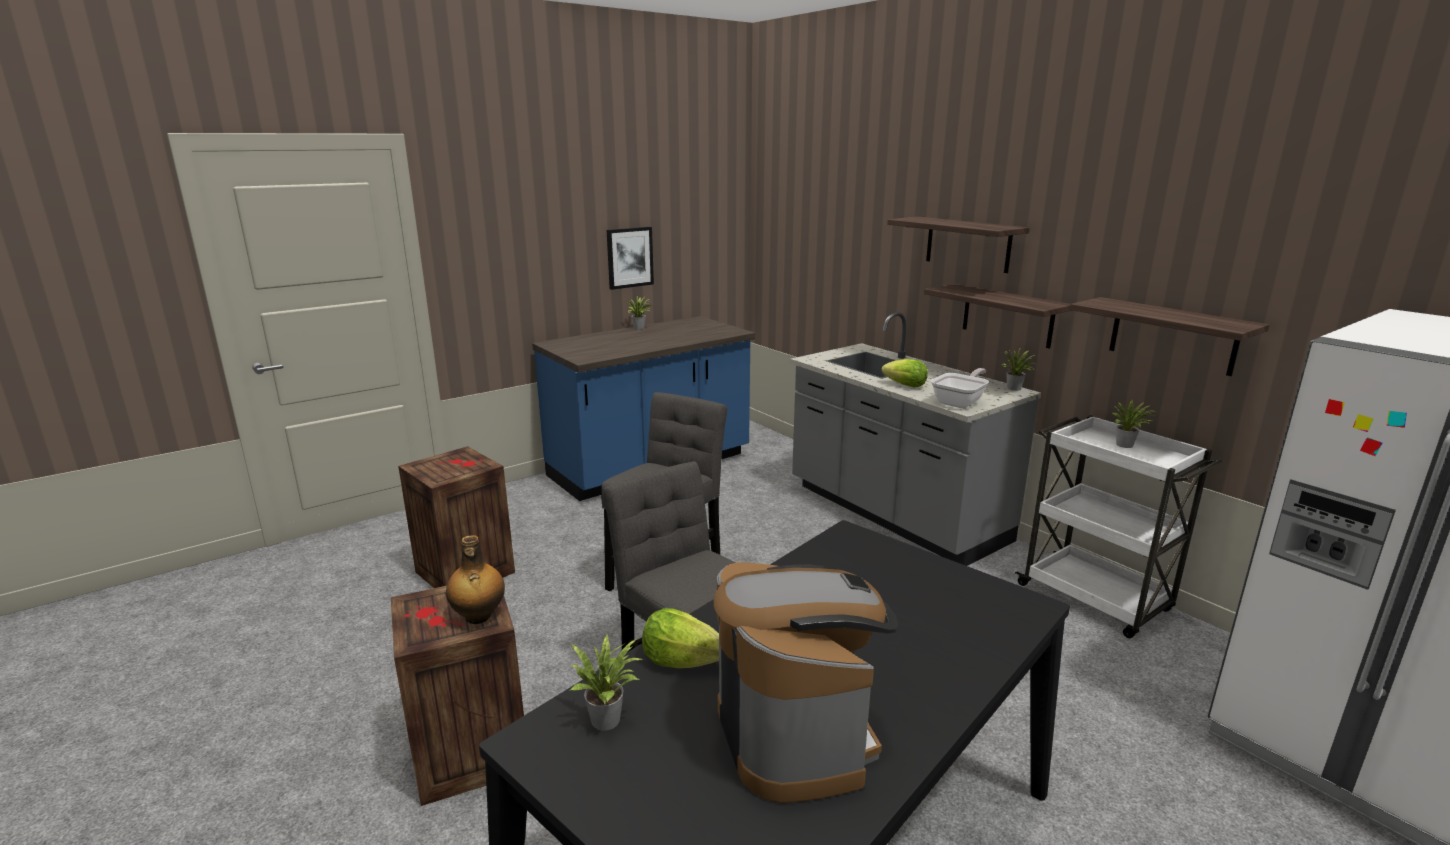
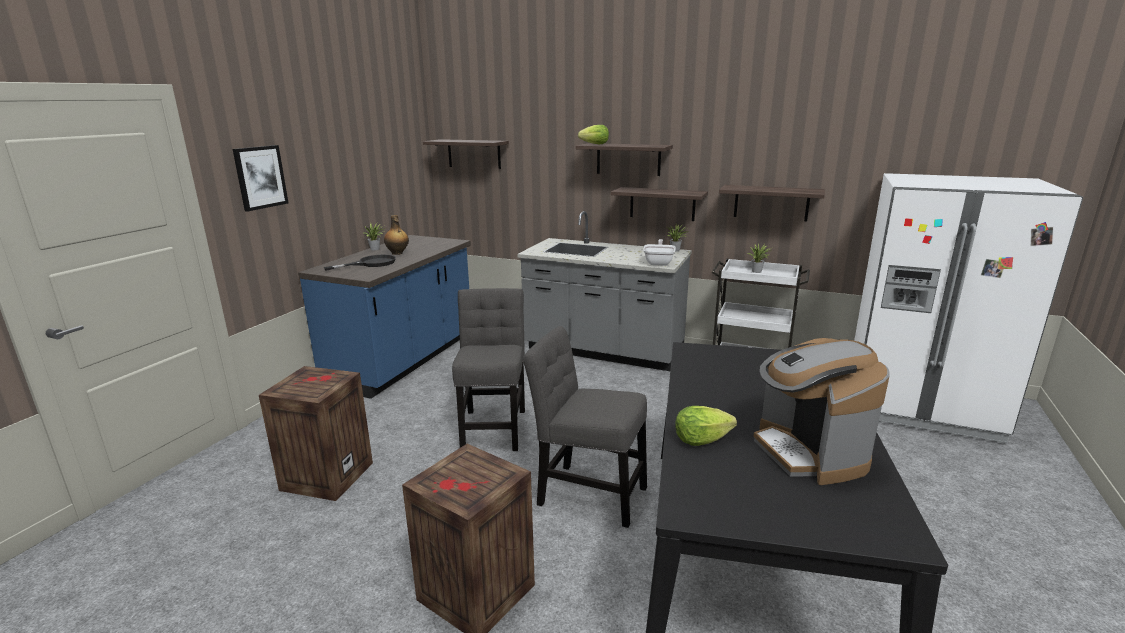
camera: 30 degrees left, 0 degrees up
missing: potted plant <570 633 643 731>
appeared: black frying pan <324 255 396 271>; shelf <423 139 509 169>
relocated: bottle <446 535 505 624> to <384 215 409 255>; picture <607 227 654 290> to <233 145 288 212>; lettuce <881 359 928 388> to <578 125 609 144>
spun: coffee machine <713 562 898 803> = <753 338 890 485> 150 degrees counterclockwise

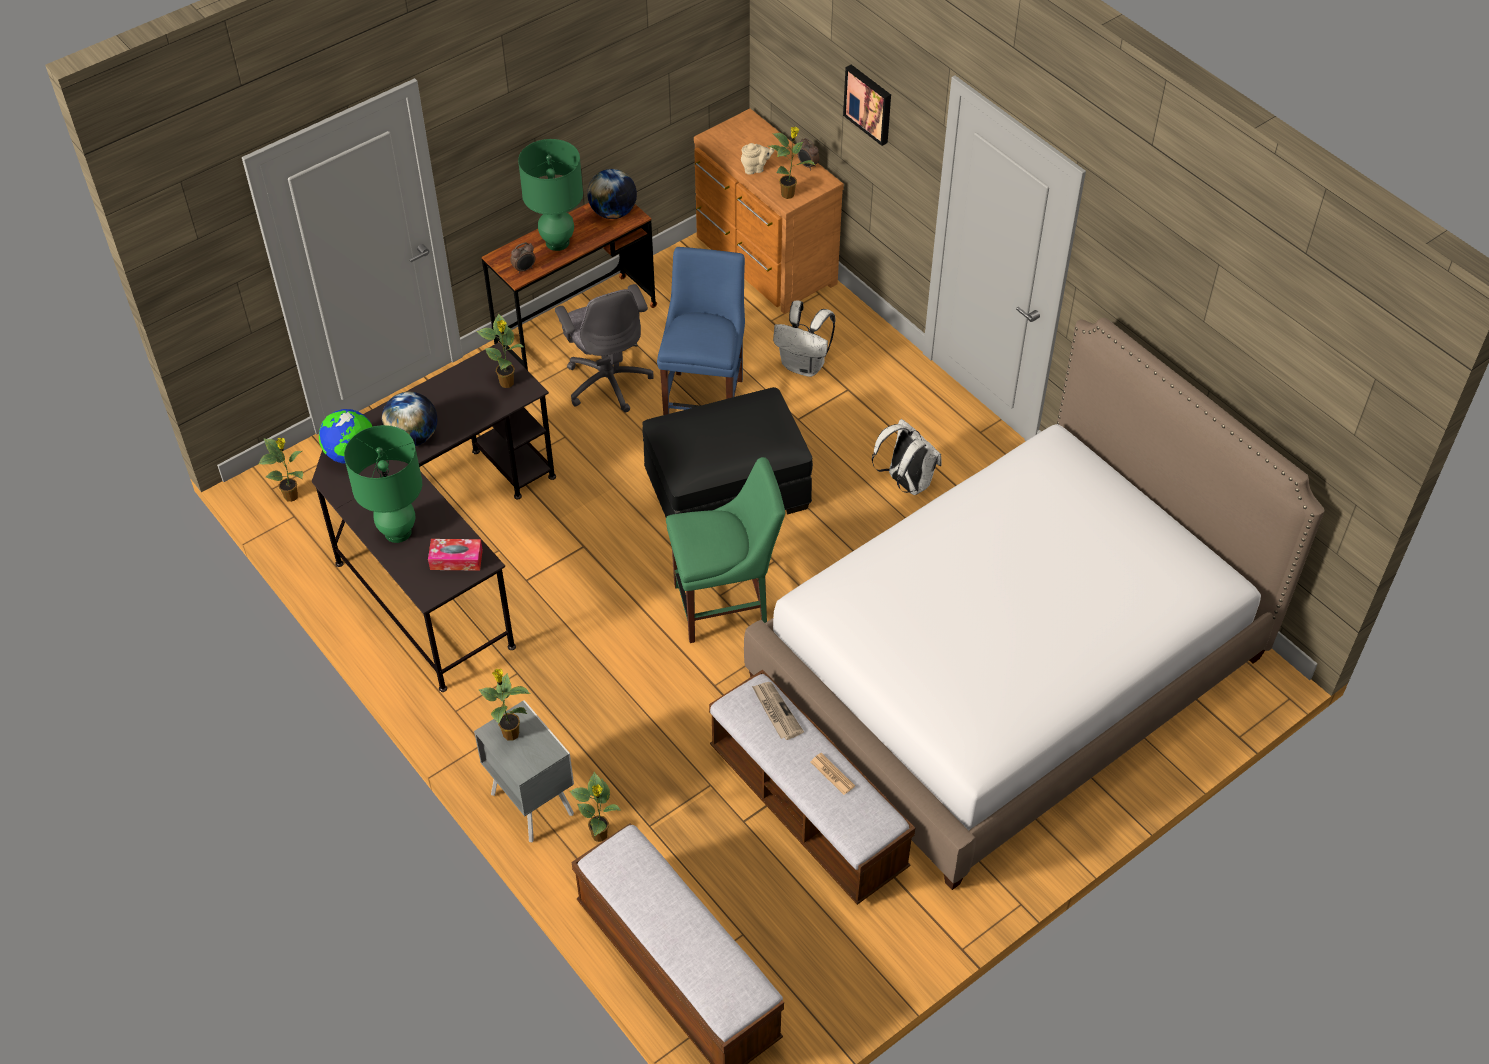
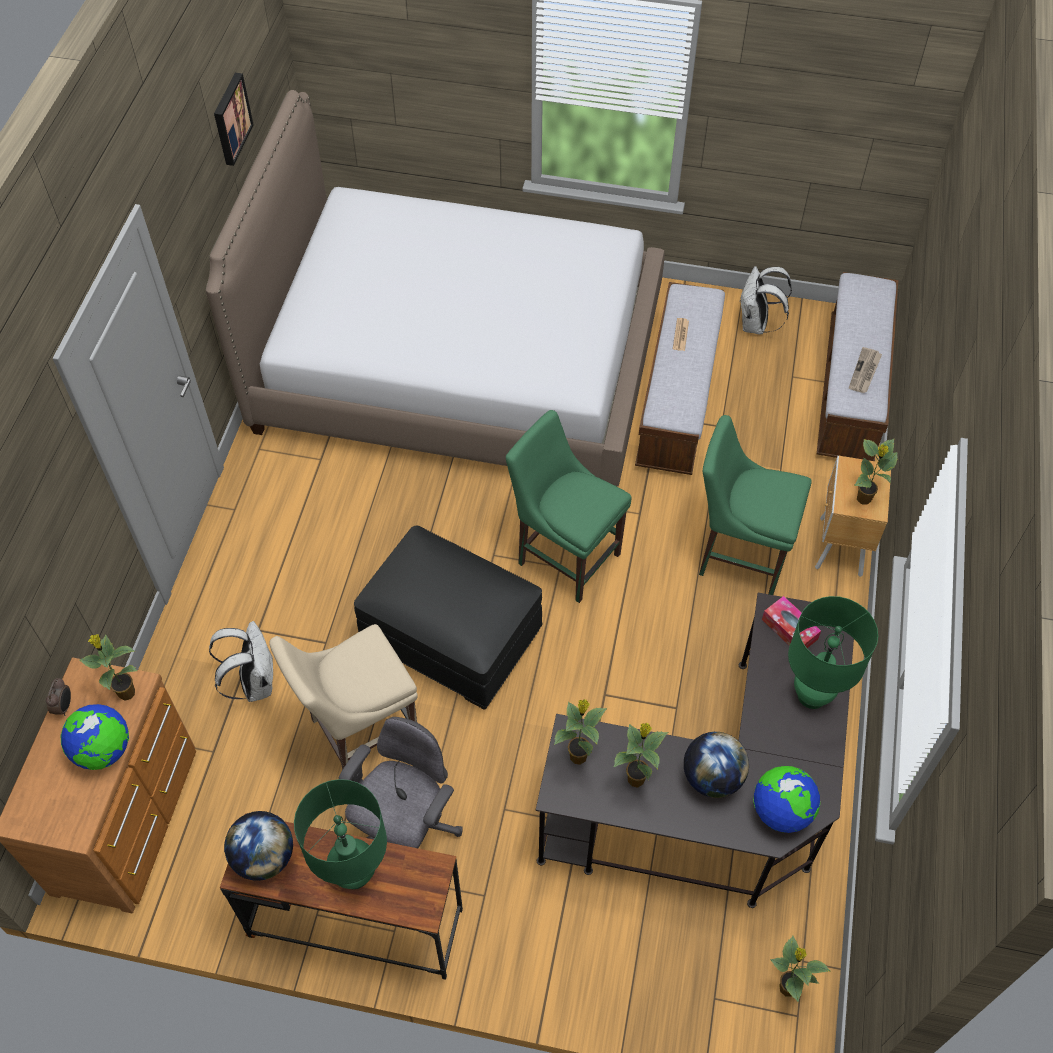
camera: 130 degrees left, 5 degrees up
missing: alarm clock <510 242 536 274>
appeared: green chair <699 415 812 595>
relocated: potted plant <569 772 621 842> to <614 723 668 788>; newspaper <752 682 804 740> to <849 347 882 393>; picture <843 65 891 146> to <214 73 254 166>; white backpack <872 419 941 495> to <739 266 792 335>
exchanged: beige teapot <741 143 775 175> to globe <60 704 129 770>
colour: grey nightstand <474 700 574 842> to brown nightstand <815 456 891 577>; blue chair <657 247 745 415> to beige chair <269 624 418 770>

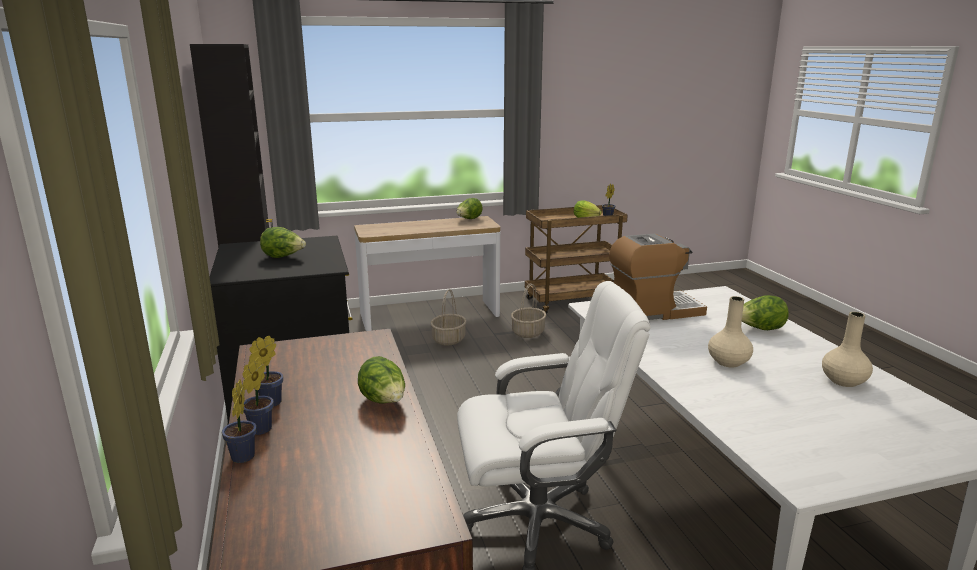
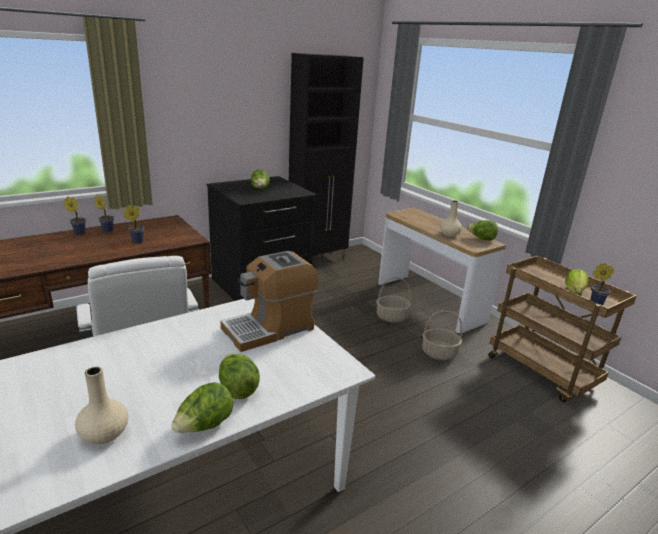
camera: 70 degrees right, 5 degrees up
relocated: potted plant <221 379 257 463> to <123 205 144 244>; lettuce <358 356 405 404> to <171 382 234 433>; beige vase <708 296 753 367> to <440 200 462 237>
spun: coffee machine <609 234 707 320> = <220 251 319 352> 90 degrees clockwise

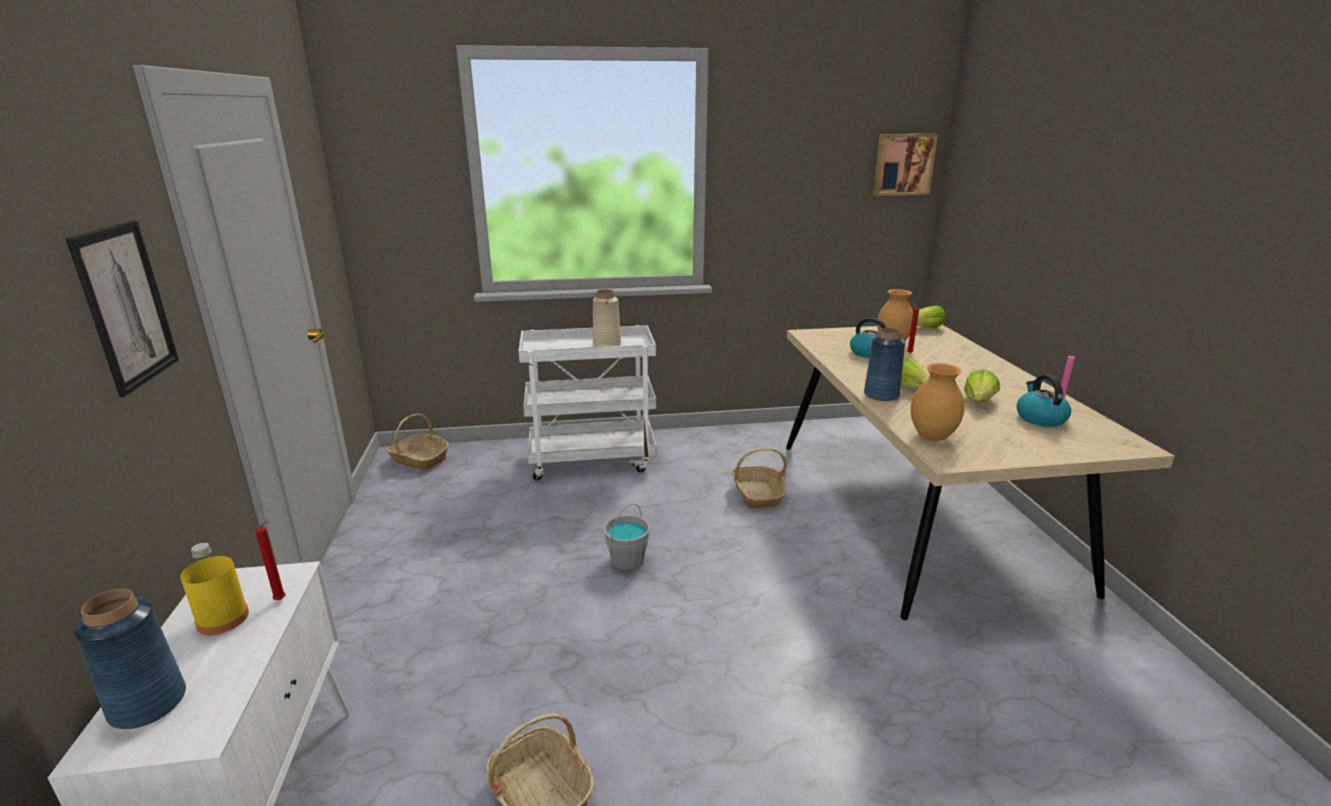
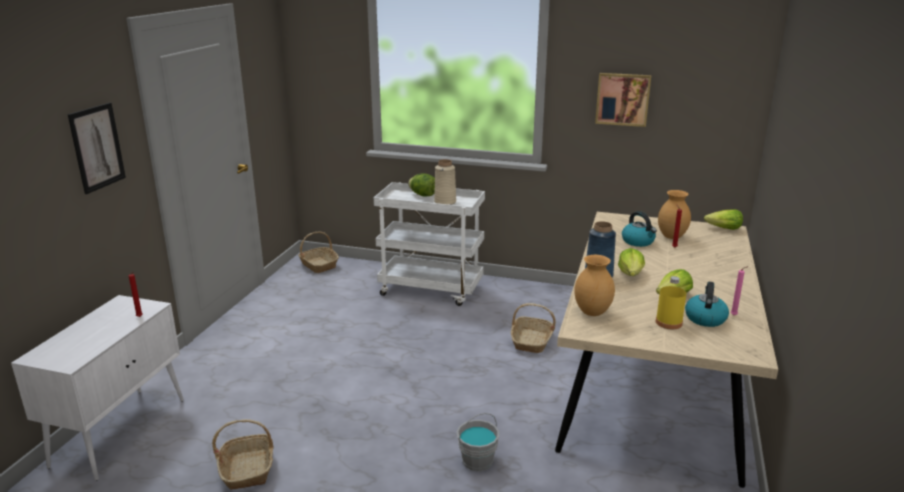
camera: 25 degrees right, 0 degrees up
missing: blue vase <74 589 186 729>
appeared: lettuce <408 174 435 196>
relocated: yellow bottle <180 543 249 635> to <656 276 687 329>; grey bucket <603 504 650 570> to <457 413 499 472>; picture <873 134 938 196> to <595 73 651 127>

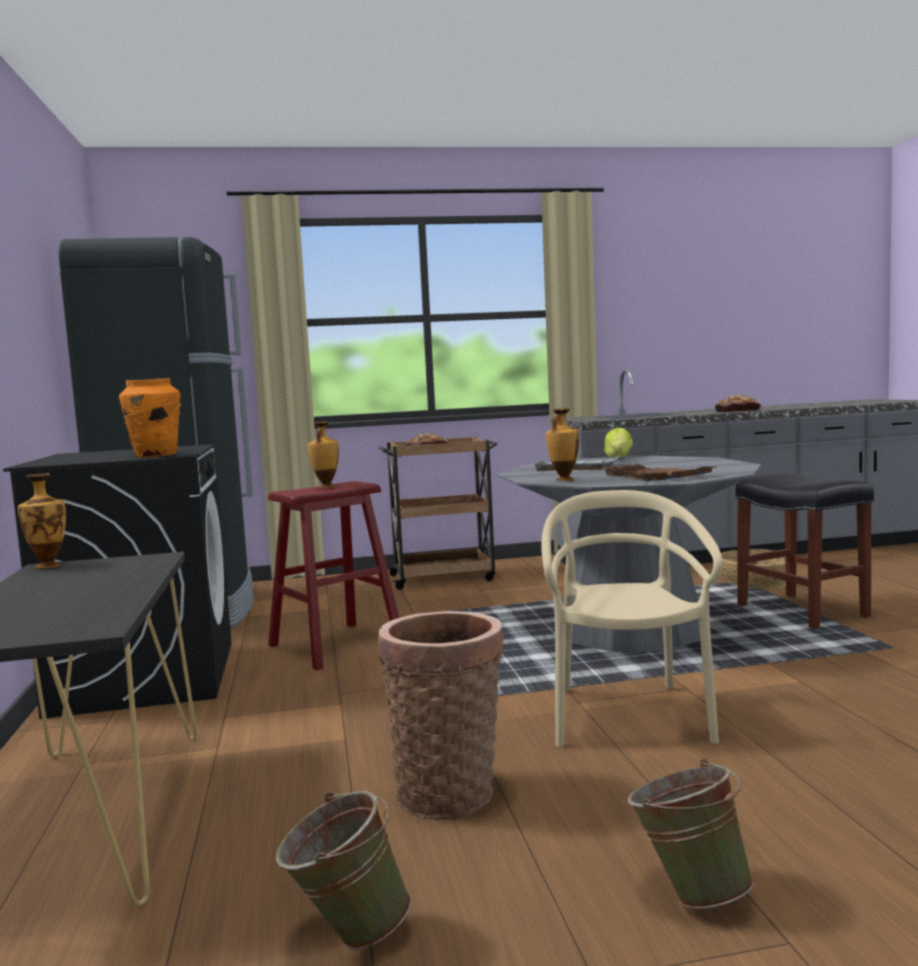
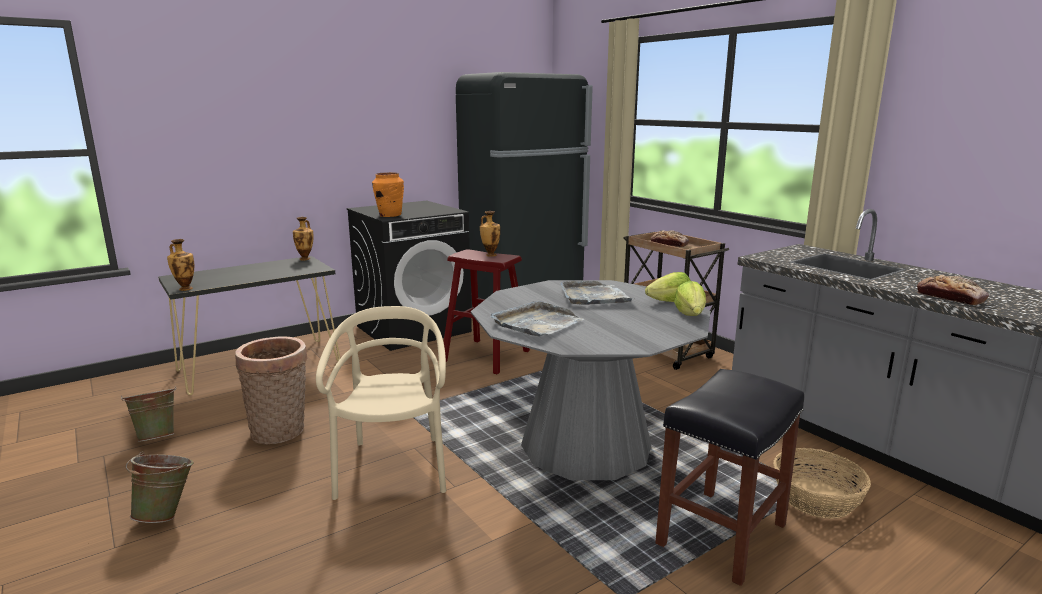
camera: 65 degrees right, 10 degrees up
appeared: lettuce <674 281 706 316>
relocated: vase <546 408 579 481> to <167 239 194 291>
colour: brown tray <603 464 716 481> to grey tray <491 301 584 337>
spun: beige chair <541 490 723 748> = <316 306 446 500> 75 degrees counterclockwise

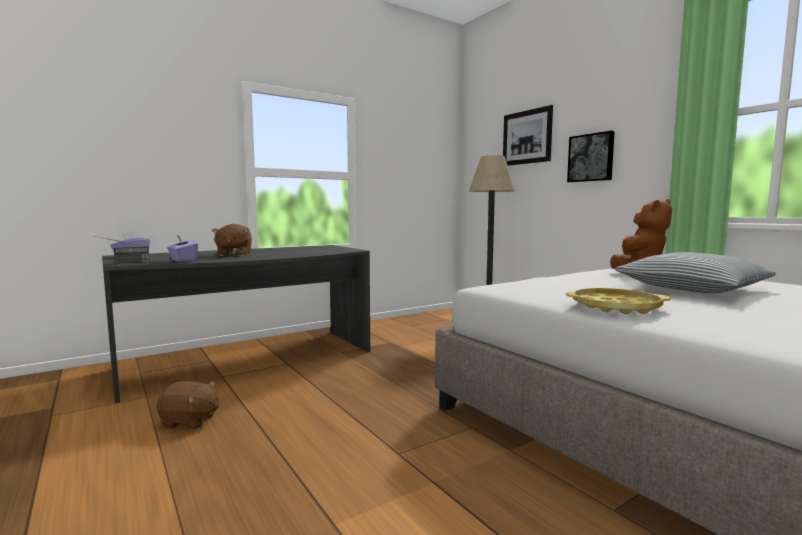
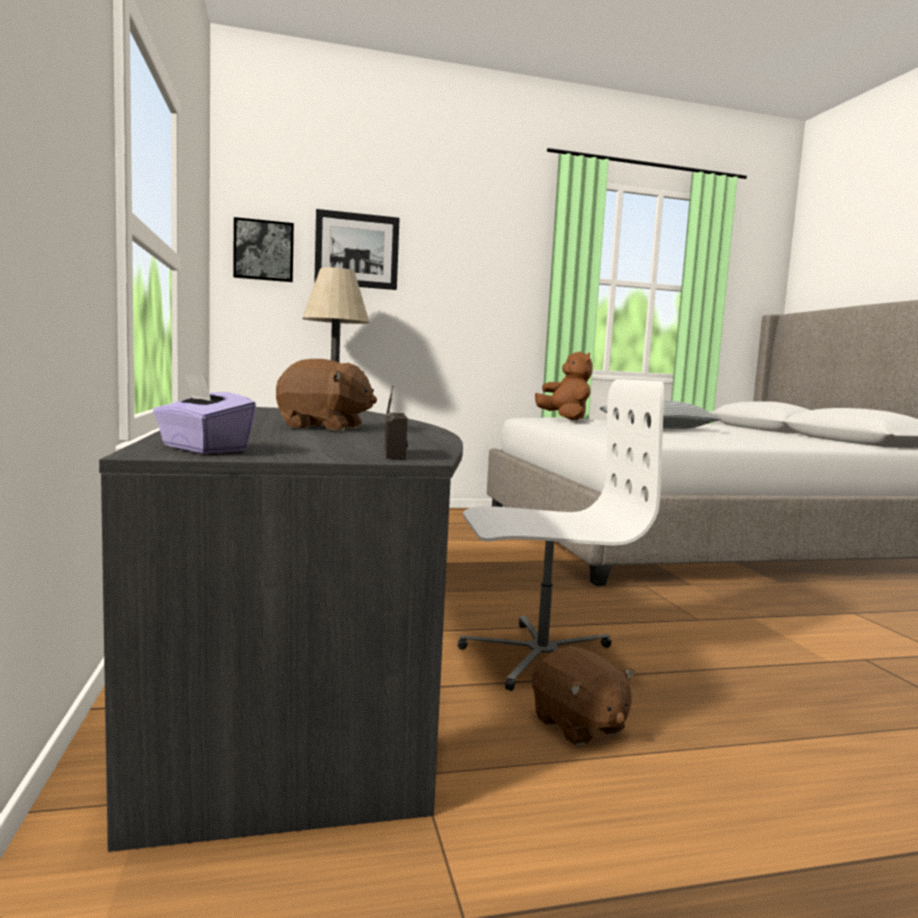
camera: 70 degrees left, 0 degrees up
missing: purple tissue box <167 235 198 262>; yellow tray <565 288 671 314>
appeared: white office chair <458 379 664 691>
relocated: picture <567 131 615 182> to <233 217 294 282>
spun: brown plush toy <157 381 219 430> = <532 647 635 746> 120 degrees clockwise

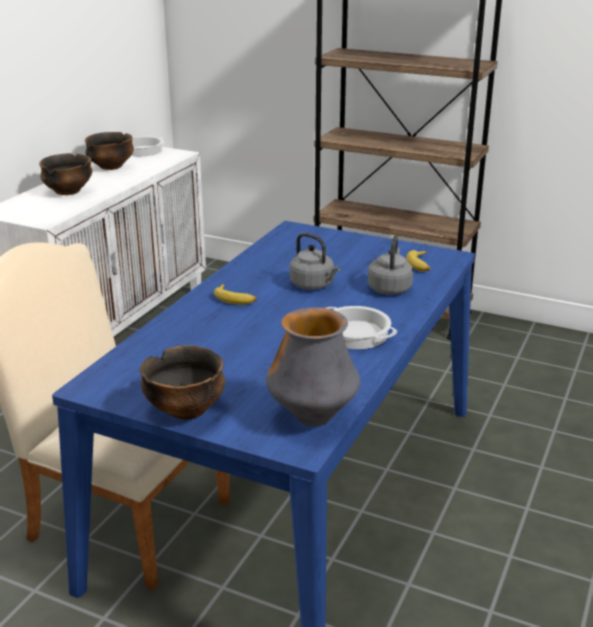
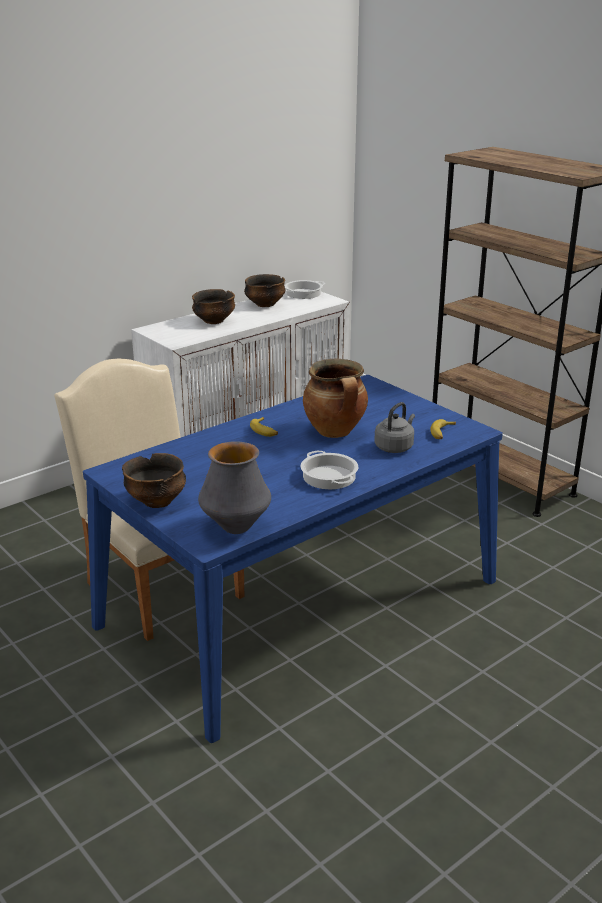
camera: 25 degrees right, 0 degrees up
exchanged: grey kettle <290 233 340 290> to cooking pot <303 359 368 438>

